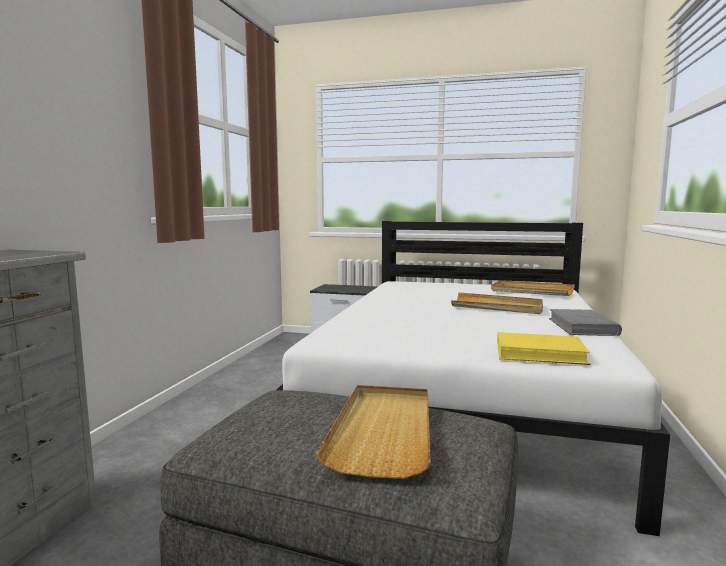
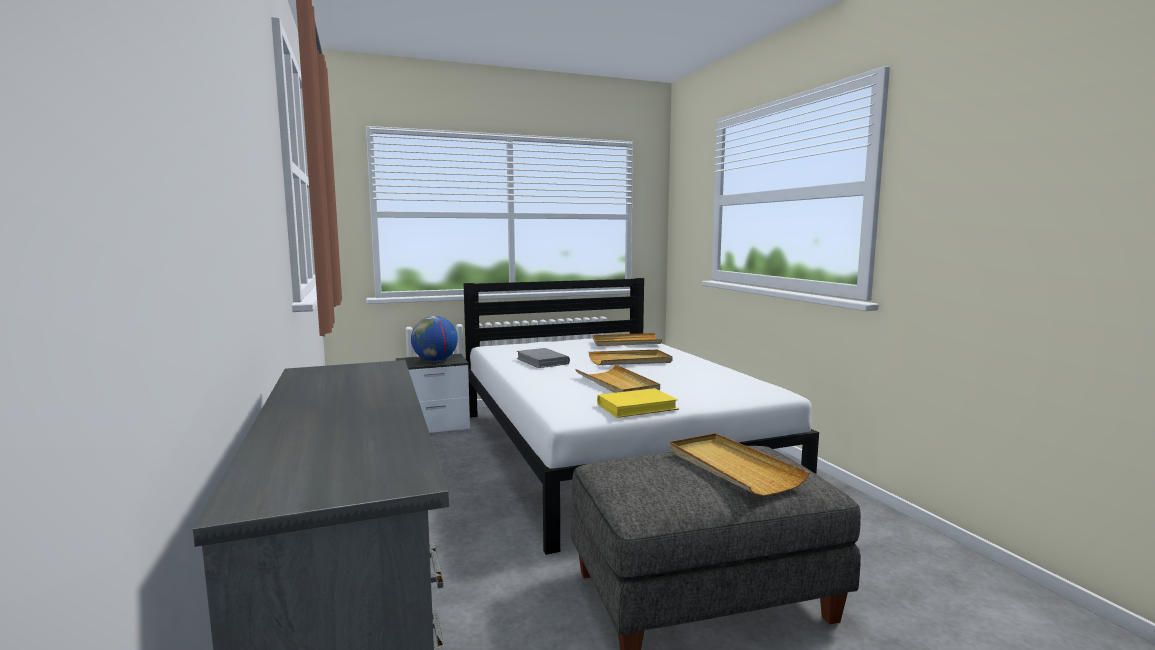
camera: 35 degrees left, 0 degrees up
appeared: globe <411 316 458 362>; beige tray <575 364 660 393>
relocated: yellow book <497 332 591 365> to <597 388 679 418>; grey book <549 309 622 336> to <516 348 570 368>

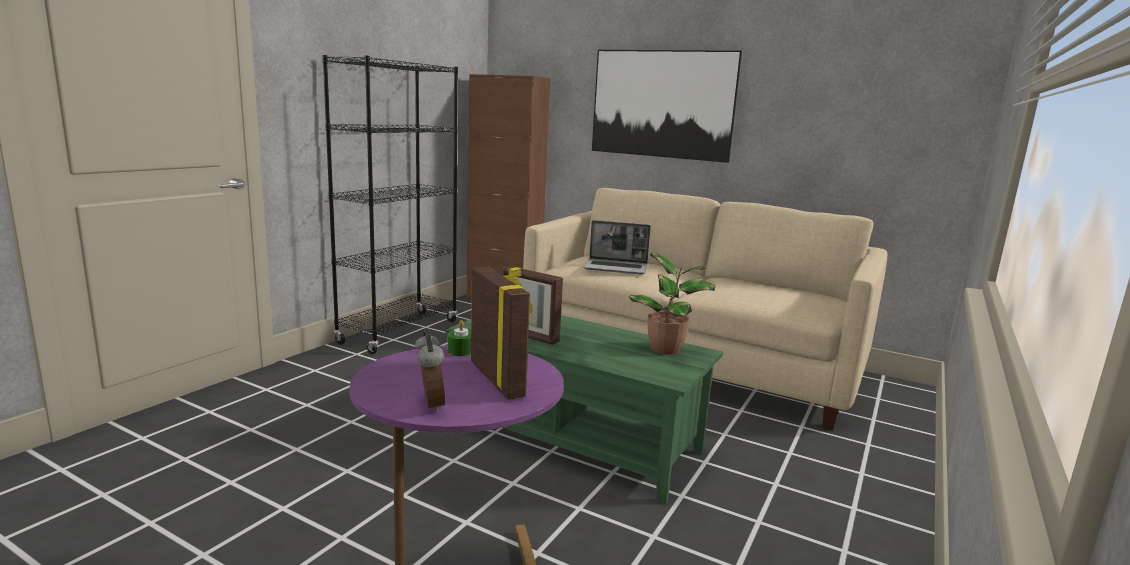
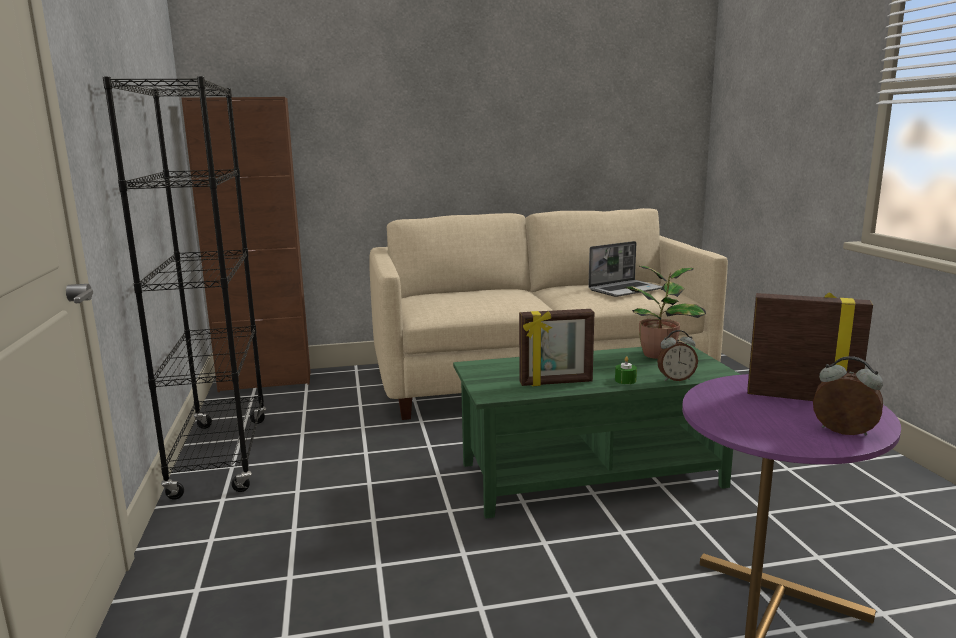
camera: 40 degrees left, 0 degrees up
missing: picture <592 50 742 163>
appeared: alarm clock <657 330 698 381>
relocated: green candle <447 320 471 356> to <615 356 637 384>; laptop <583 220 651 274> to <588 241 663 297>

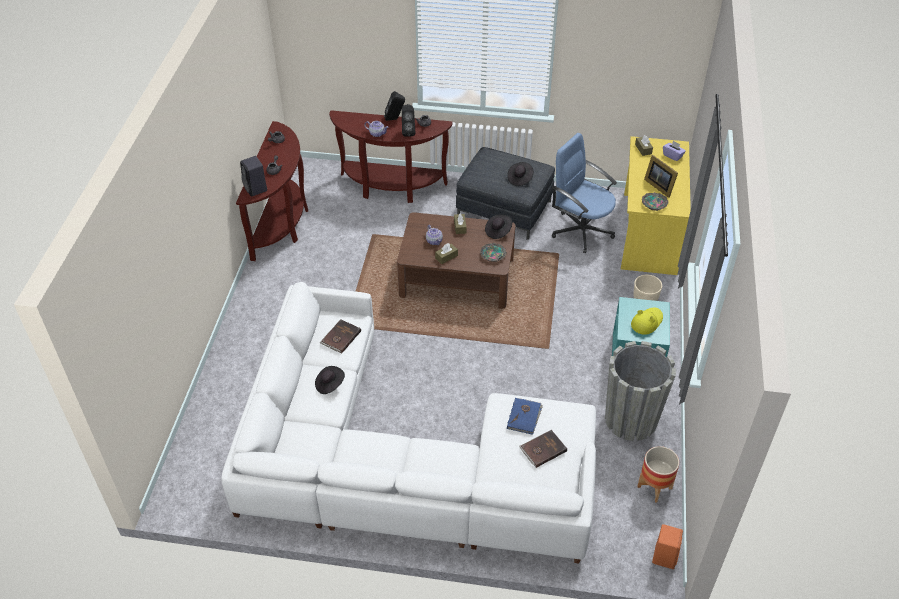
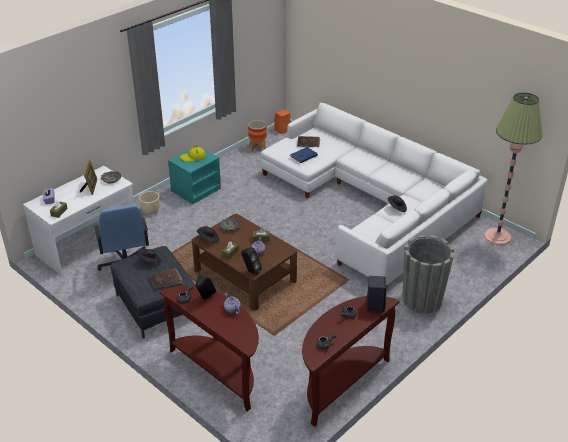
camera: 145 degrees left, 10 degrees down
appeared: floor lamp <484 92 543 245>
relocated: brown book <319 319 361 353> to <149 268 183 290>; black speaker <384 91 405 121> to <241 247 262 275>; grey planter <605 341 676 441> to <402 235 455 313>
colour: yellow desk <621 136 691 275> to white desk <23 166 134 275>

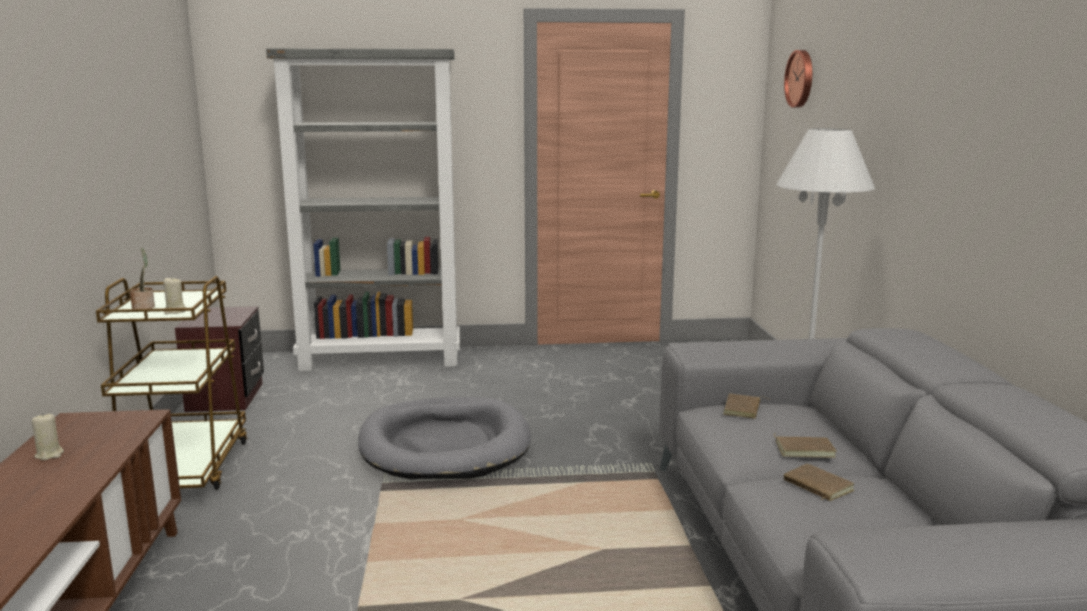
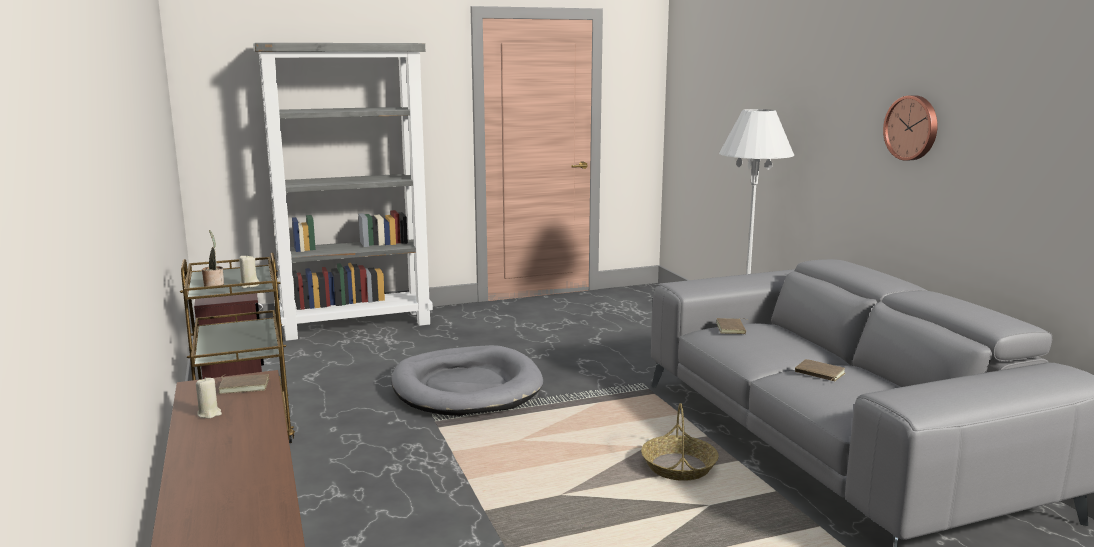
camera: 15 degrees left, 0 degrees up
appeared: basket <641 403 719 481>
relocated: brown book <774 434 837 458> to <218 374 269 394>; wall clock <784 50 812 108> to <883 95 938 161>

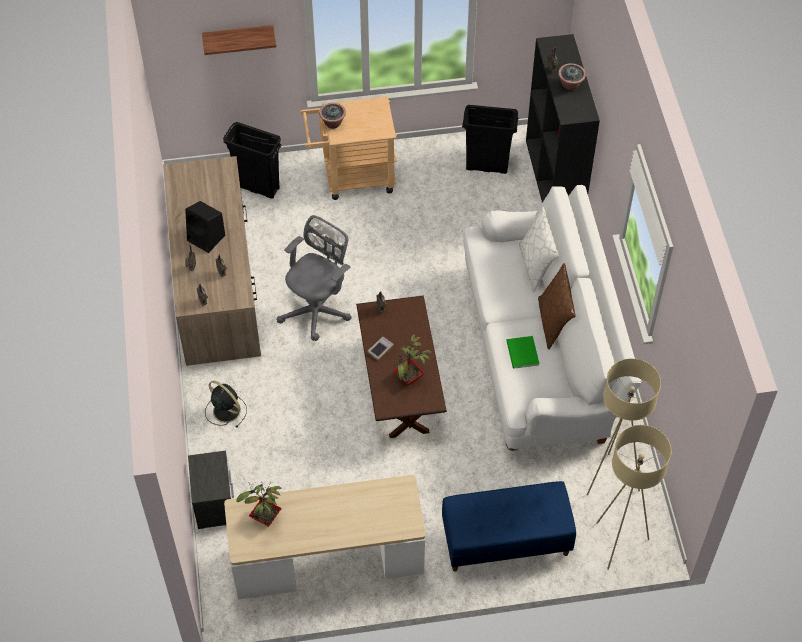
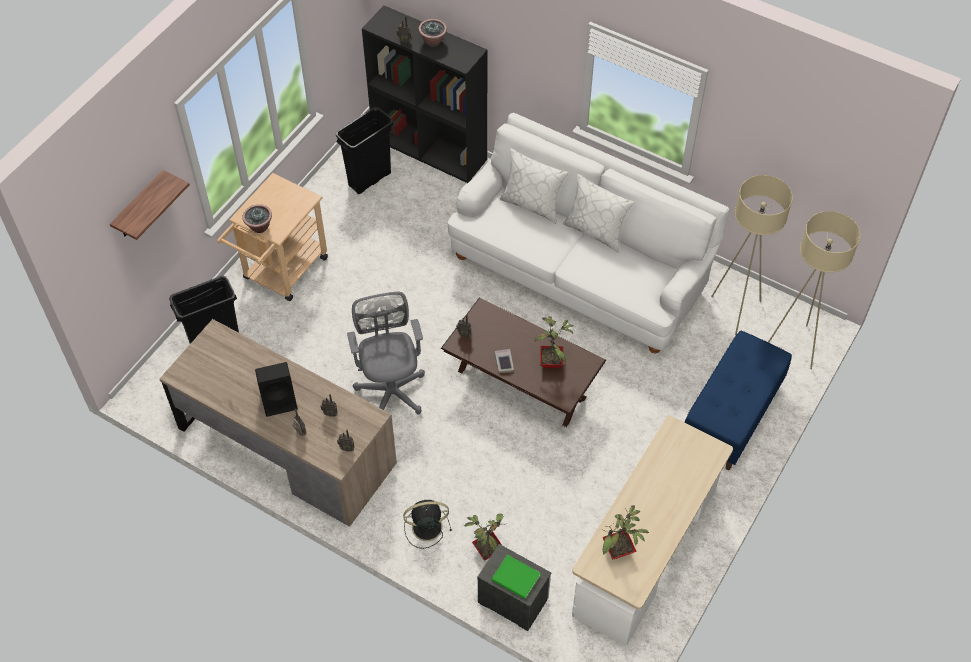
camera: 50 degrees left, 0 degrees up
appeared: potted plant <464 514 504 561>
relocated: green book <506 336 539 369> to <491 555 541 599>
colour: brown pillow <538 263 576 350> to white pillow <563 174 635 252>

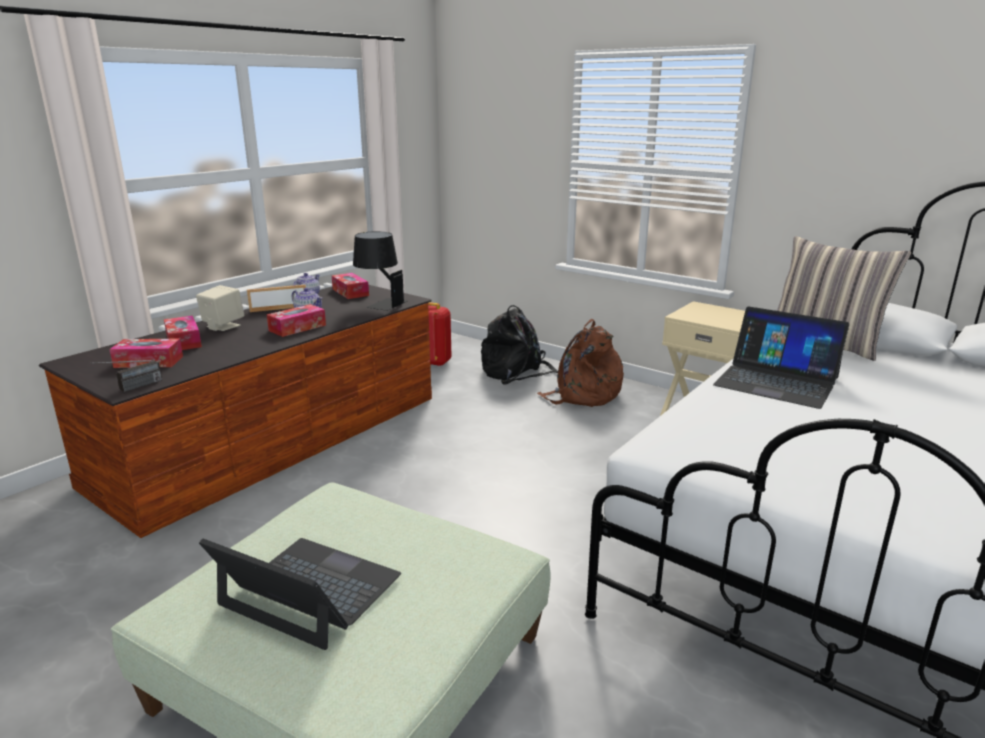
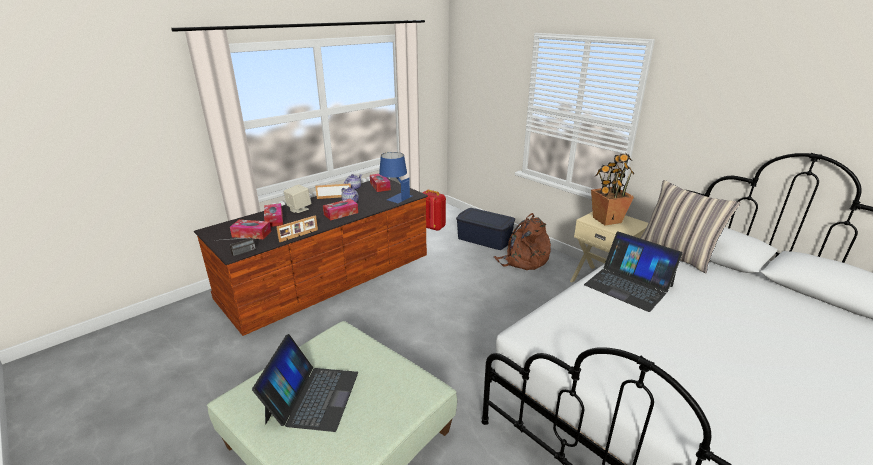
camera: 10 degrees right, 5 degrees up
appeared: picture frame <276 215 318 242>; potted plant <591 154 634 226>
exchanged: black backpack <481 305 558 385> to blue storage box <456 208 515 250>
colour: black table lamp <353 231 407 311> to blue table lamp <379 152 412 203>
spun: laptop <199 538 401 650> = <252 334 358 432> 60 degrees clockwise

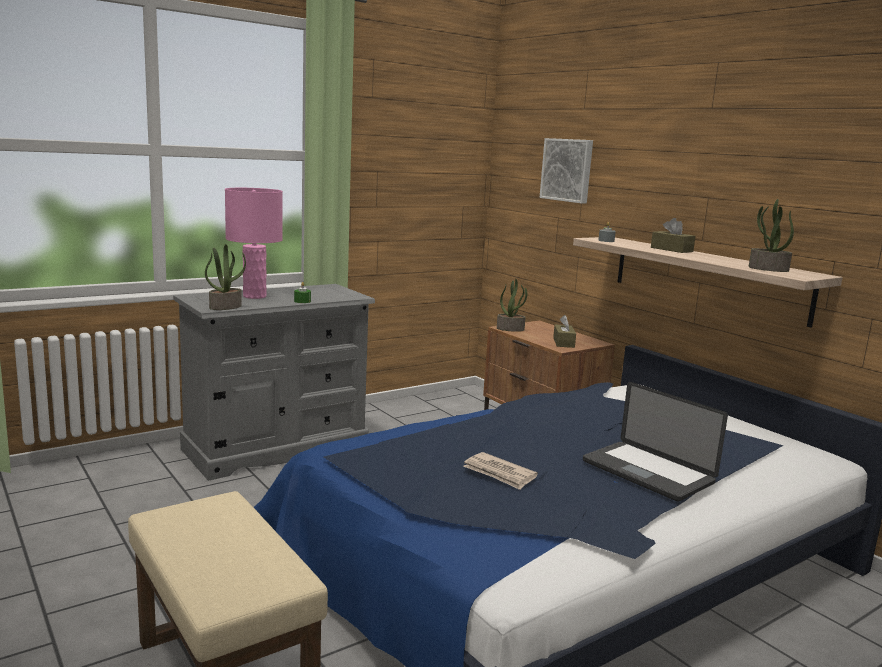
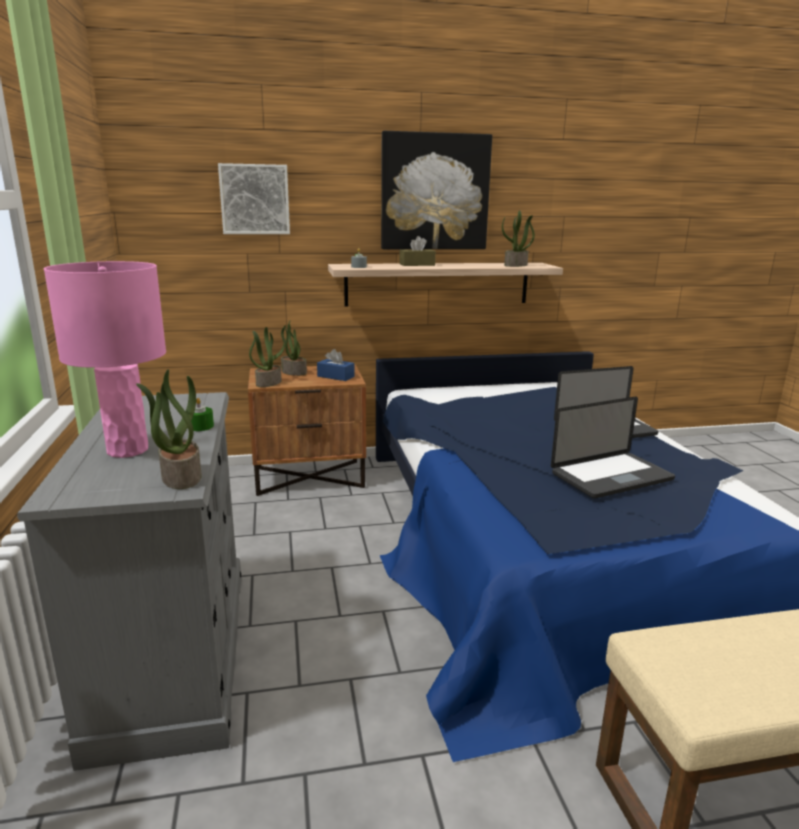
camera: 65 degrees left, 5 degrees up
appeared: potted plant <281 321 307 376>; picture <381 131 492 249>
exchanged: newspaper <463 452 538 490> to laptop <551 396 675 499>
colour: brown tissue box <553 315 576 348> to blue tissue box <317 349 355 381>

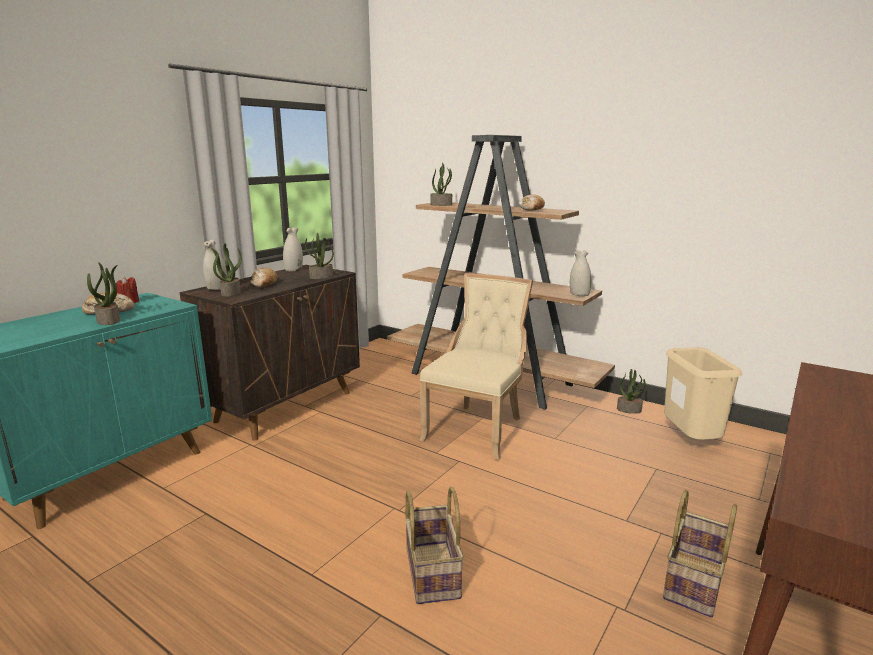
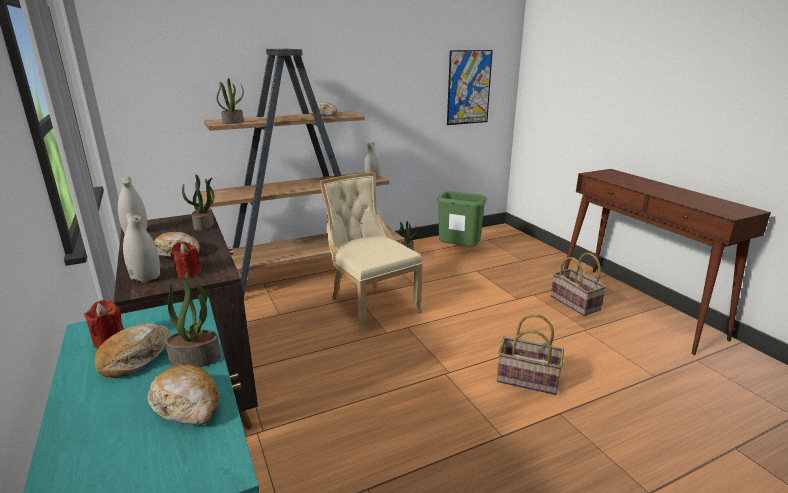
camera: 60 degrees left, 5 degrees up
appeared: bread <147 365 219 425>; picture <447 50 493 125>
exchanged: potted plant <211 243 242 297> to red candle <171 242 201 278>
colour: beige trash can <664 347 742 440> to green trash can <437 191 487 247>

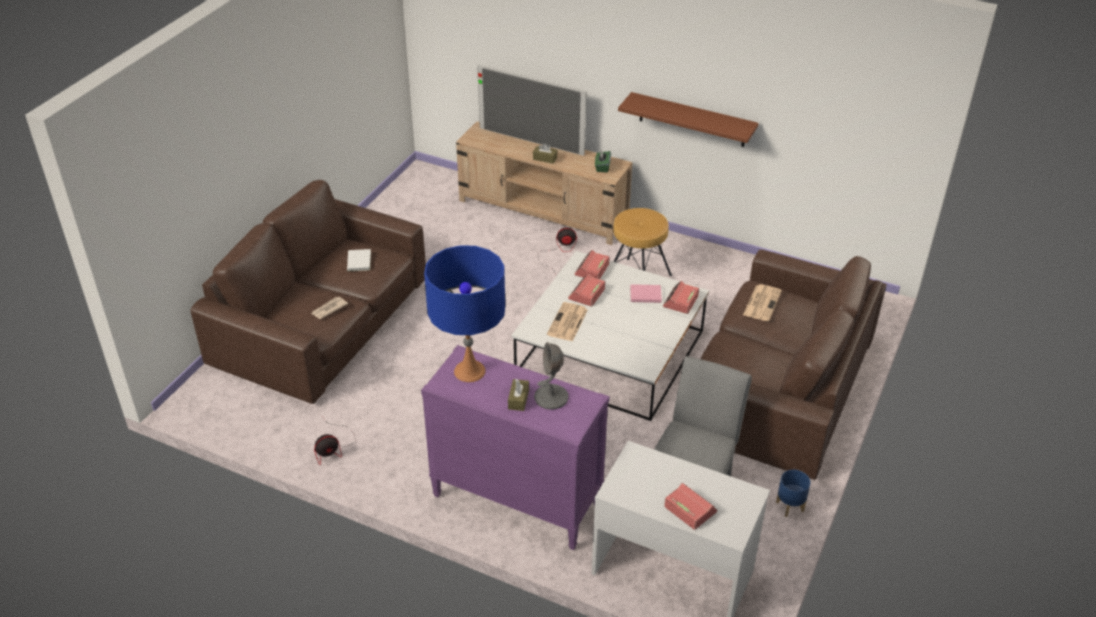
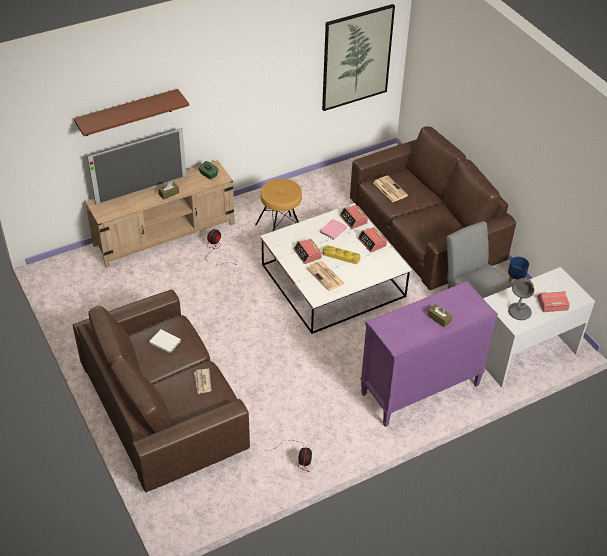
camera: 55 degrees left, 5 degrees up
missing: blue table lamp <424 245 505 382>
appeared: picture <322 4 395 111>; yellow tray <323 245 360 264>
relocated: grey table lamp <534 342 568 410> to <508 278 534 320>; alarm clock <574 250 609 279> to <358 227 387 252>; brown shelf <618 92 759 147> to <74 89 189 136>

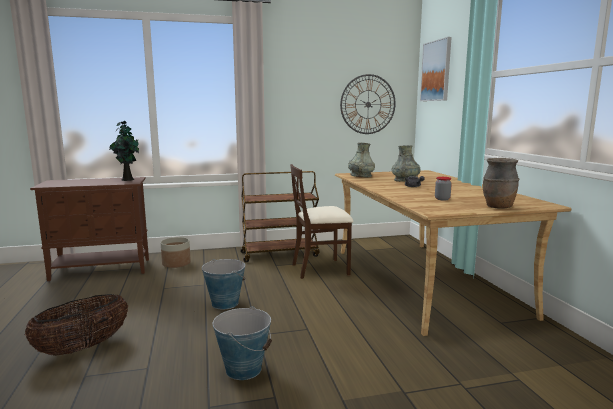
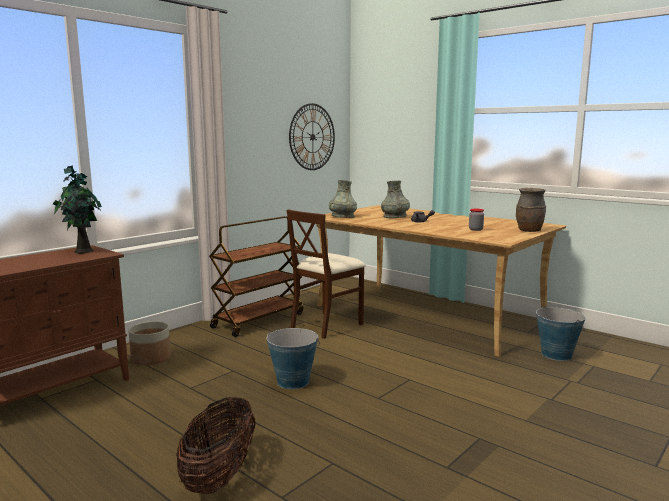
camera: 35 degrees left, 0 degrees up
missing: picture <420 37 452 101>
relocated: bucket <213 306 272 380> to <536 306 586 361>

